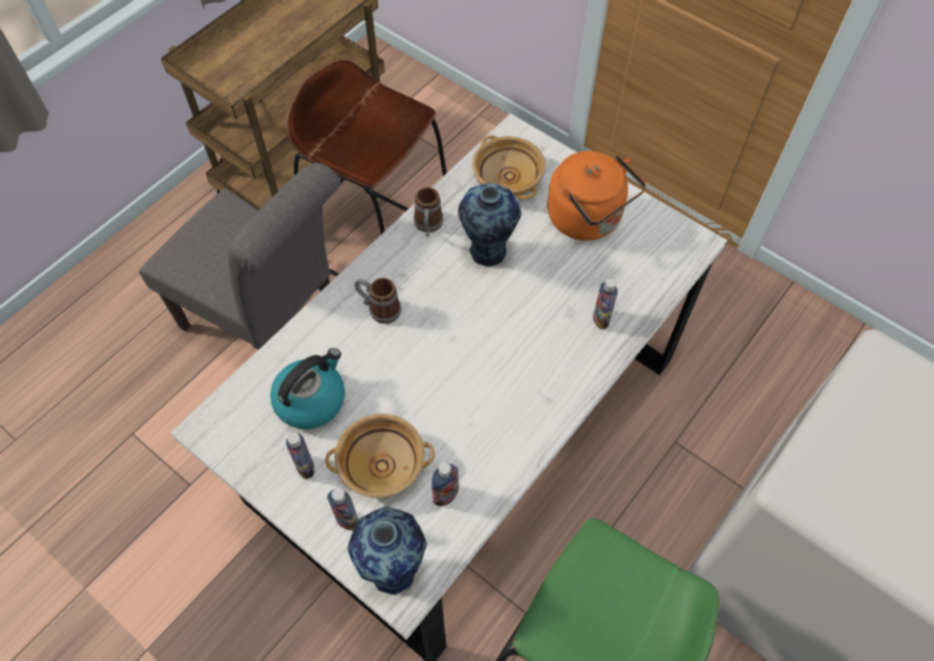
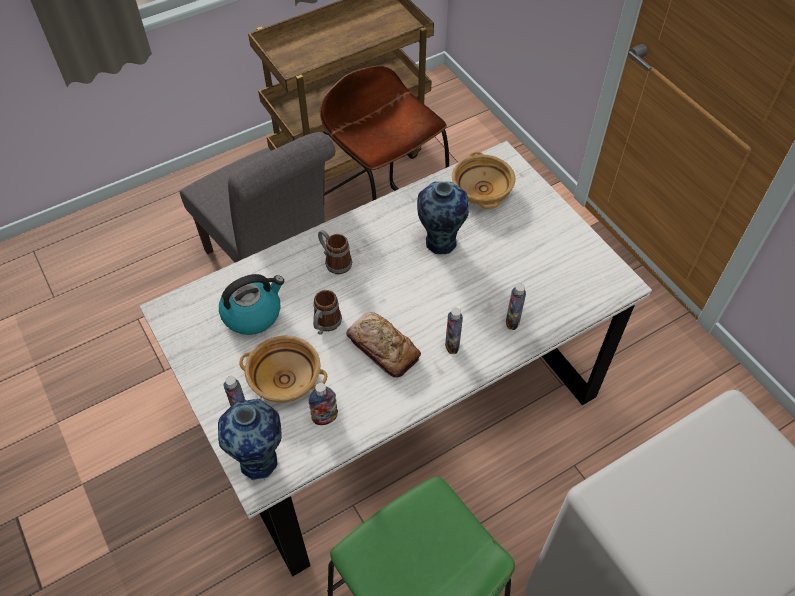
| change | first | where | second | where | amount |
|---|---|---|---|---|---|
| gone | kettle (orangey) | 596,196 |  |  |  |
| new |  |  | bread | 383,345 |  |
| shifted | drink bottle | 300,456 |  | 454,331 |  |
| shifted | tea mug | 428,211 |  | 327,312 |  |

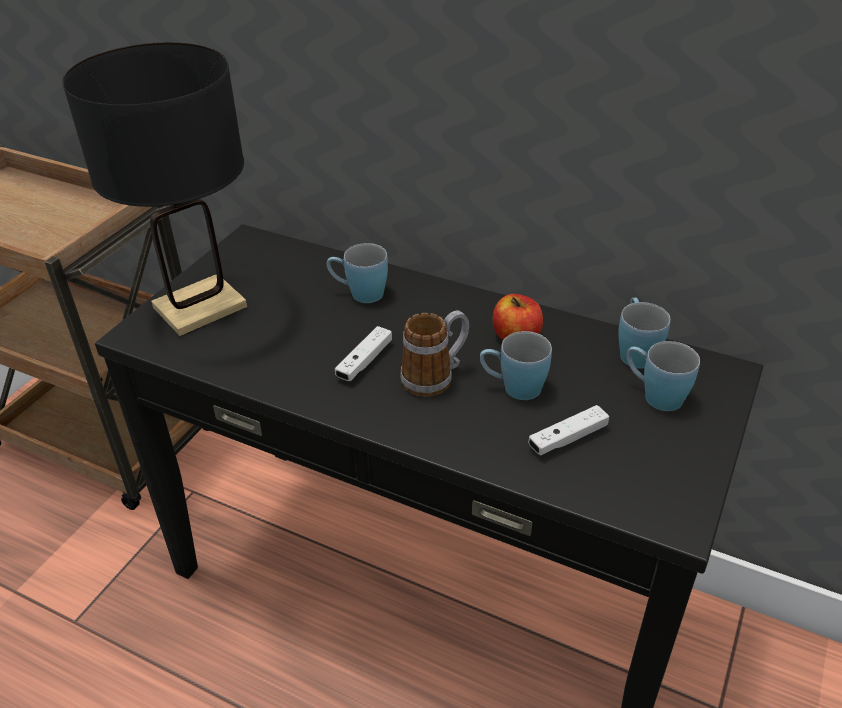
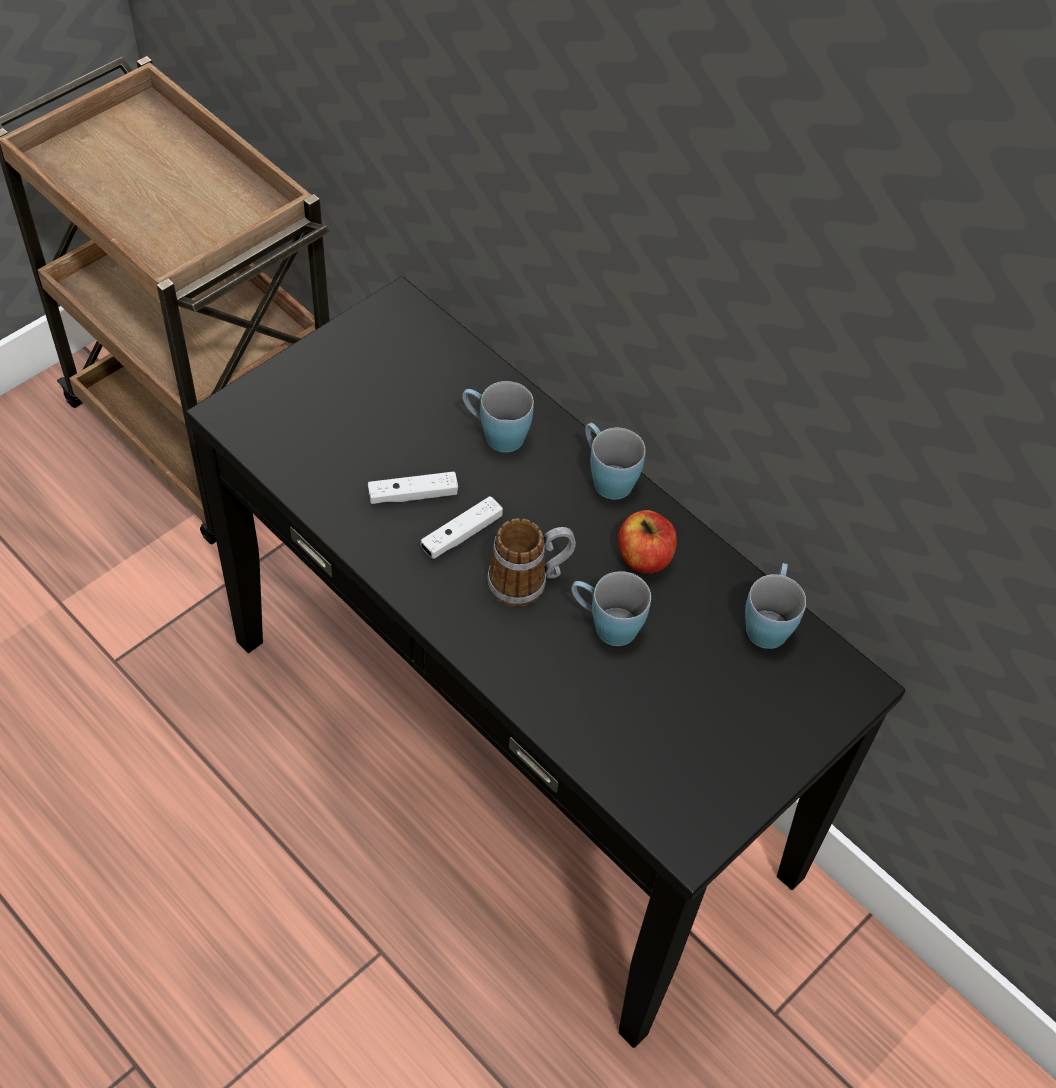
| change | first | where | second | where | amount |
|---|---|---|---|---|---|
| gone | tabletop lamp (black) | 154,189 |  |  |  |
| shifted | joypad (white-coloured) | 568,430 |  | 413,487 |  |
| shifted | tea mug (blue) | 663,376 |  | 615,461 |  |

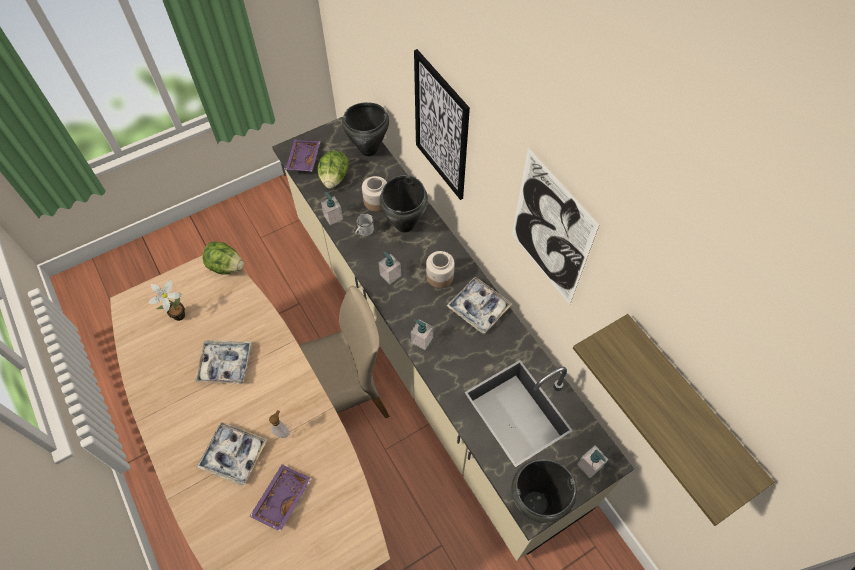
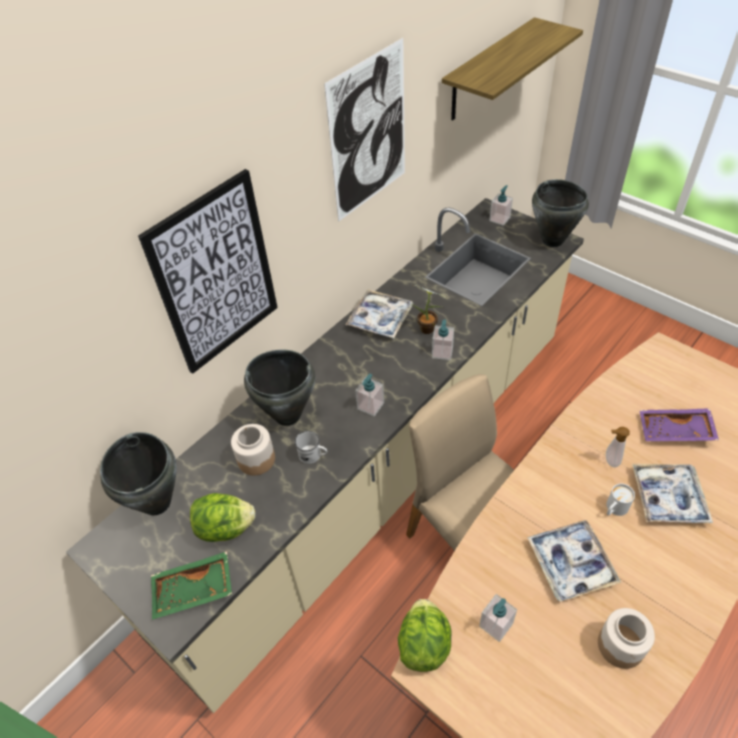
| change | first | where | second | where | amount |
|---|---|---|---|---|---|
| new |  |  | tea mug (white-coloured) | 620,500 |  |
| shifted | potted plant | 166,300 |  | 429,309 |  |
| shifted | liquid soap bottle | 332,208 |  | 498,618 |  |
| shifted | storage jar | 440,269 |  | 626,638 |  |
| repainted | tray (purple) | 303,155 | tray (greenish) | 191,585 |  |

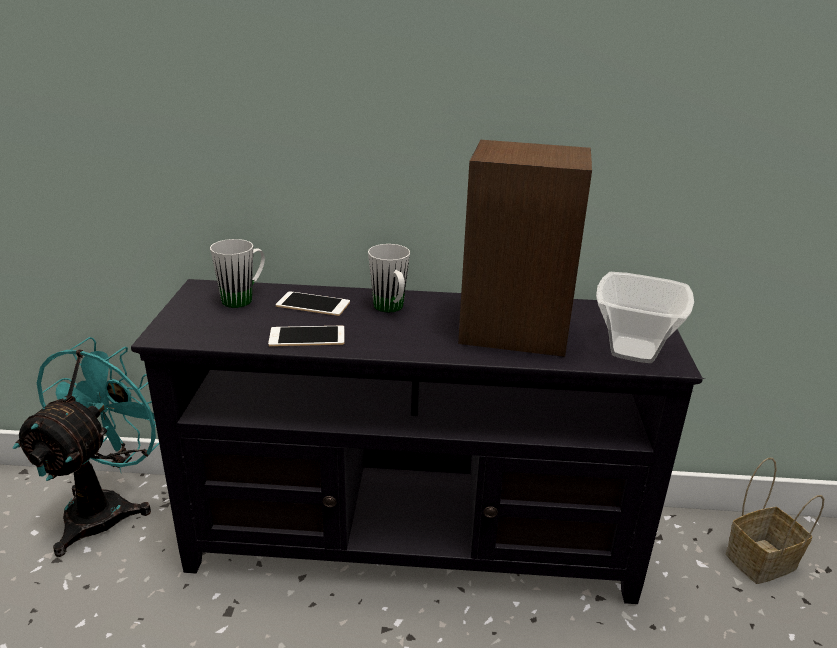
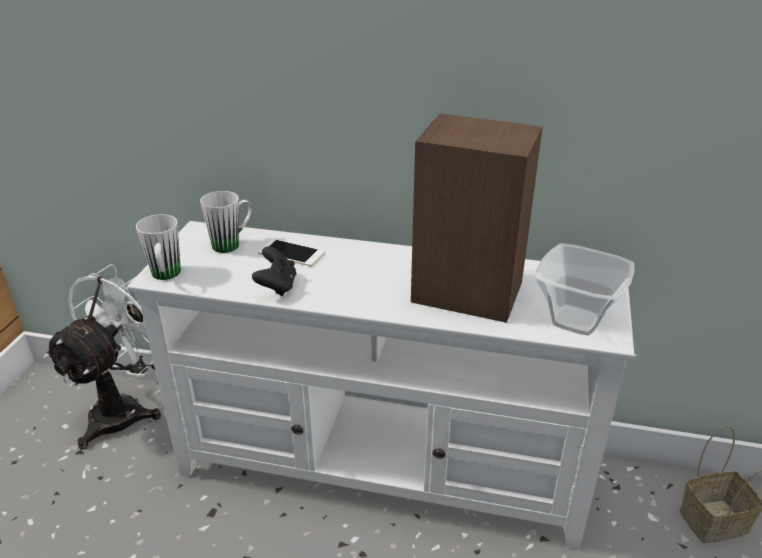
| change | first | where | second | where | amount |
|---|---|---|---|---|---|
| shifted | tea mug (white-coloured) | 389,278 |  | 158,247 |  |
| swapped | phone | 306,336 | joypad (black) | 274,271 |  |
| repainted | cooling fan (blue-green) | 86,447 | cooling fan (white-coloured) | 102,357 |  |
| repainted | tv stand (black) | 418,441 | tv stand (white-coloured) | 382,385 |  |

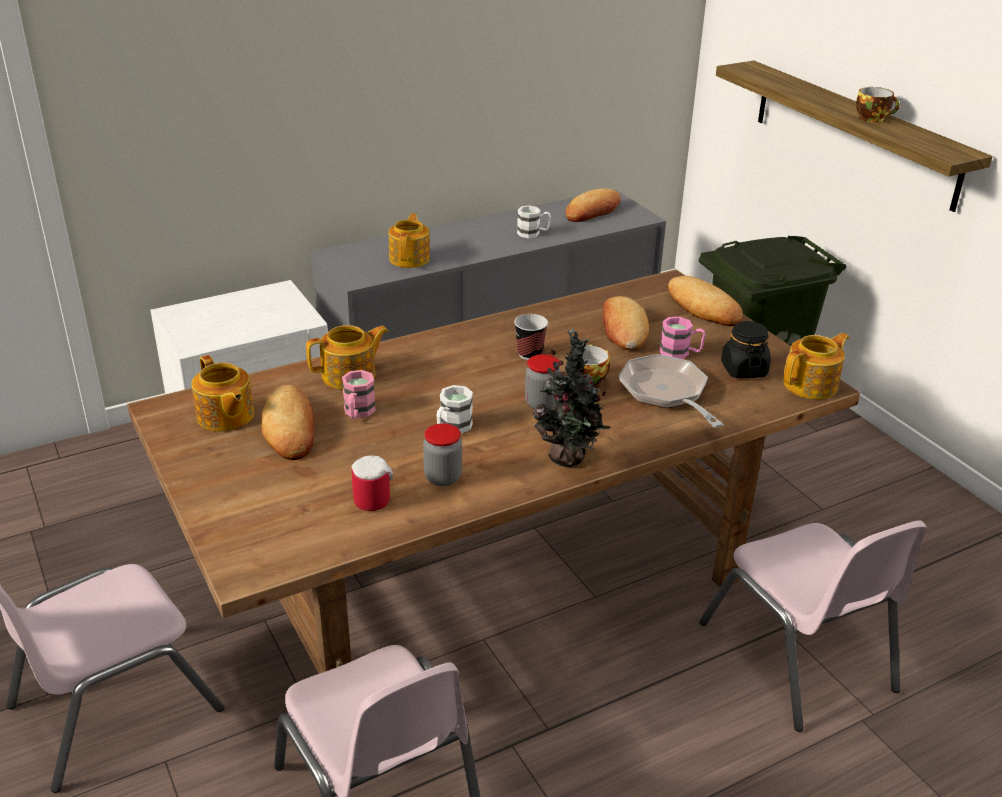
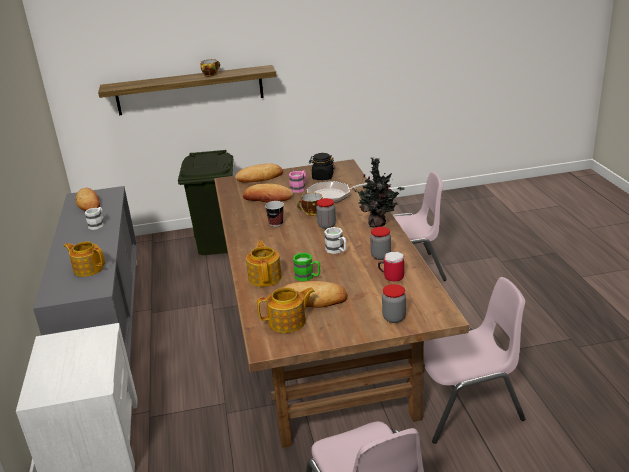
| change | first | where | second | where | amount |
|---|---|---|---|---|---|
| gone | teapot | 816,366 |  |  |  |
| new |  |  | storage jar | 394,303 |  |
| repainted | tea mug (pinkish) | 359,394 | tea mug (greenish) | 306,267 |  |

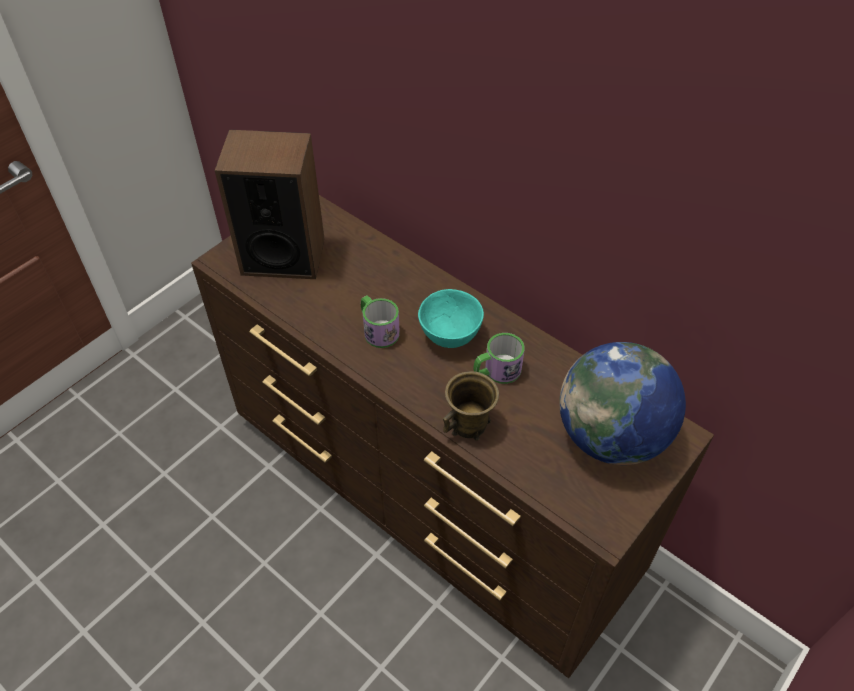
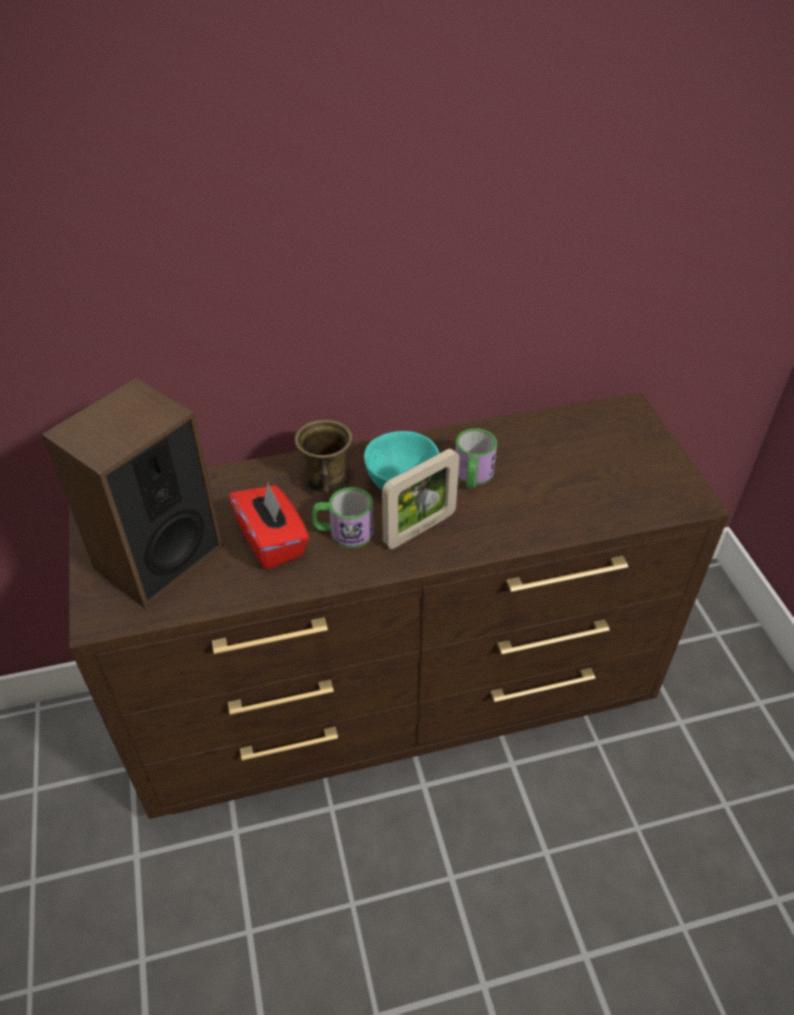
| change | first | where | second | where | amount |
|---|---|---|---|---|---|
| gone | desk globe | 622,403 |  |  |  |
| new |  |  | tissue holder (red) | 268,526 |  |
| new |  |  | picture frame | 420,498 |  |
| shifted | tea mug (brownish) | 471,406 |  | 323,457 |  |

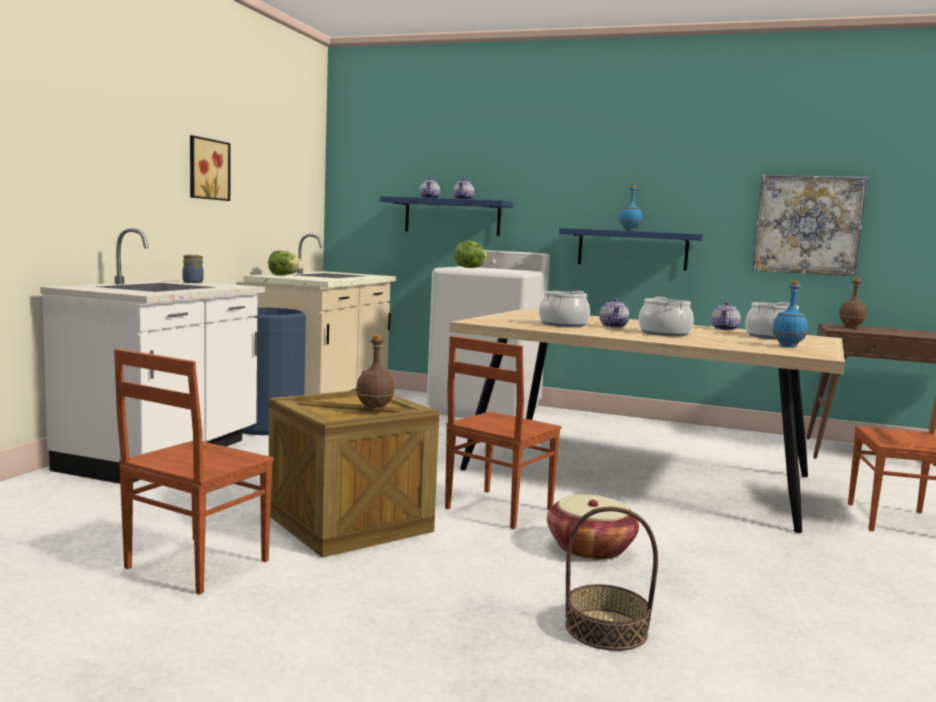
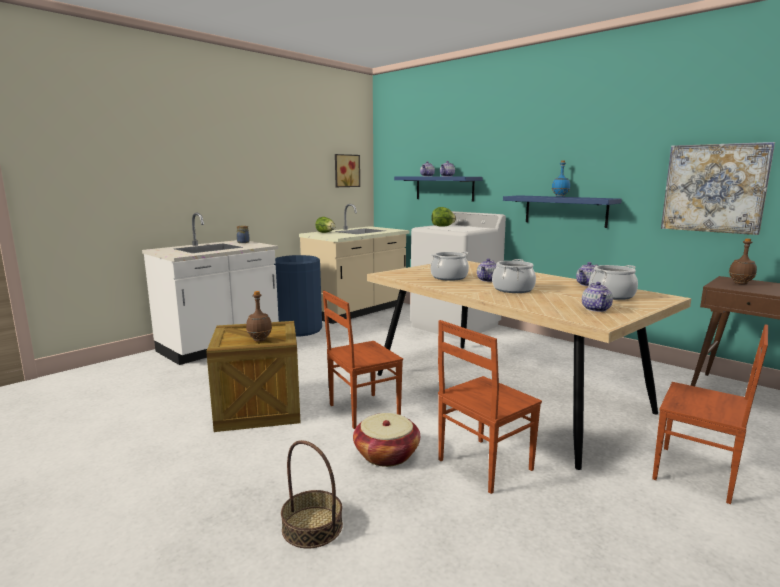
| change | first | where | second | where | amount |
|---|---|---|---|---|---|
| shifted | chair (brownish) | 194,472 |  | 490,407 |  |
| shifted | picture | 210,168 |  | 347,170 |  |
| swapped | drink bottle (blue) | 790,314 | teapot | 597,297 |  |

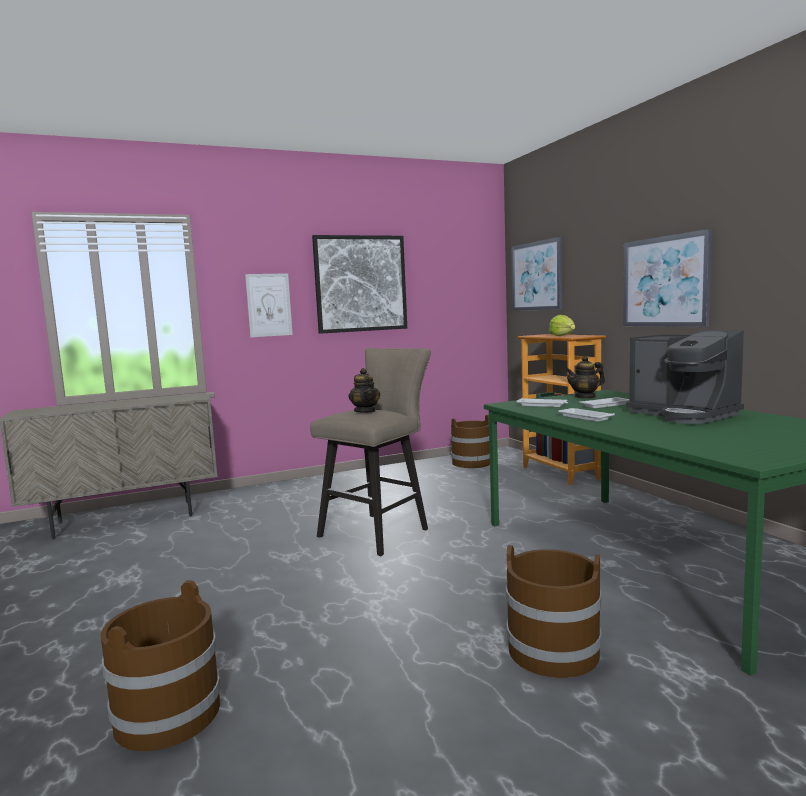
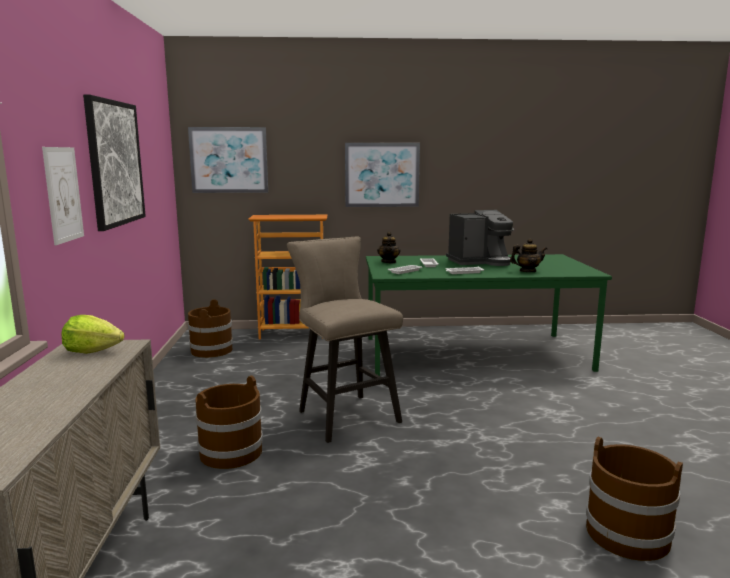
| change | first | where | second | where | amount |
|---|---|---|---|---|---|
| shifted | teapot | 364,390 |  | 528,255 |  |
| shifted | bucket (brownish) | 554,611 |  | 229,422 |  |
| shifted | lettuce | 562,325 |  | 93,334 |  |

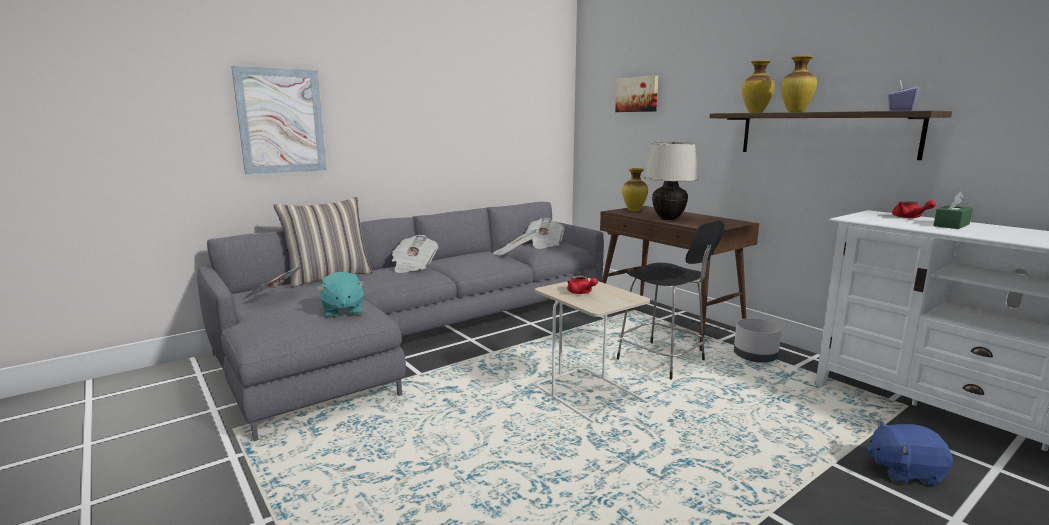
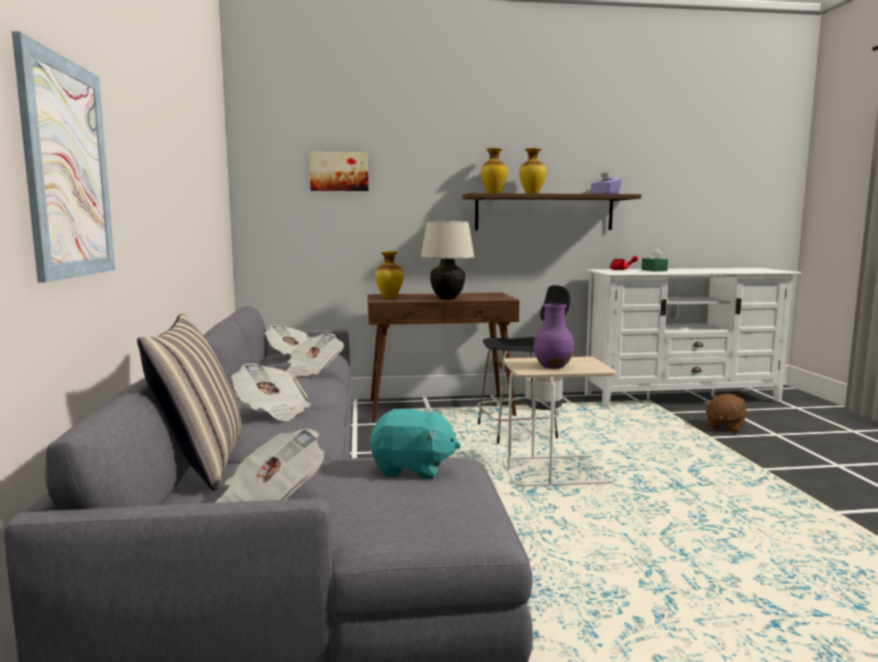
| change | first | where | second | where | amount |
|---|---|---|---|---|---|
| swapped | teapot (red) | 582,284 | flower vase (purple) | 554,336 |  |
| repainted | soft toy (blue) | 910,453 | soft toy (brownish) | 725,413 |  |

